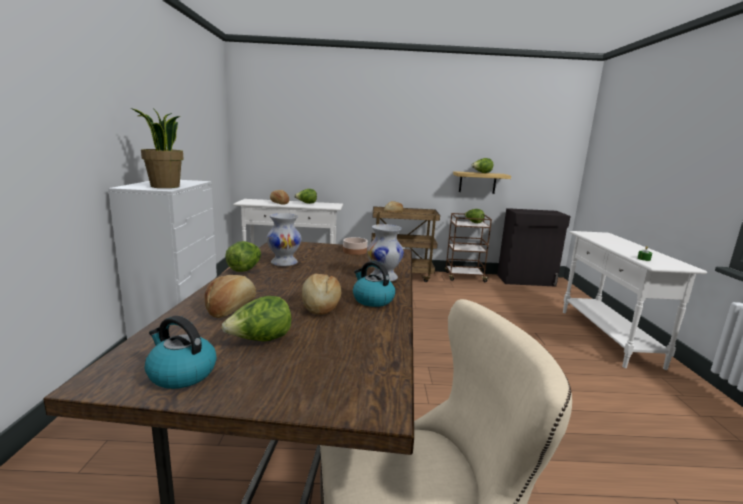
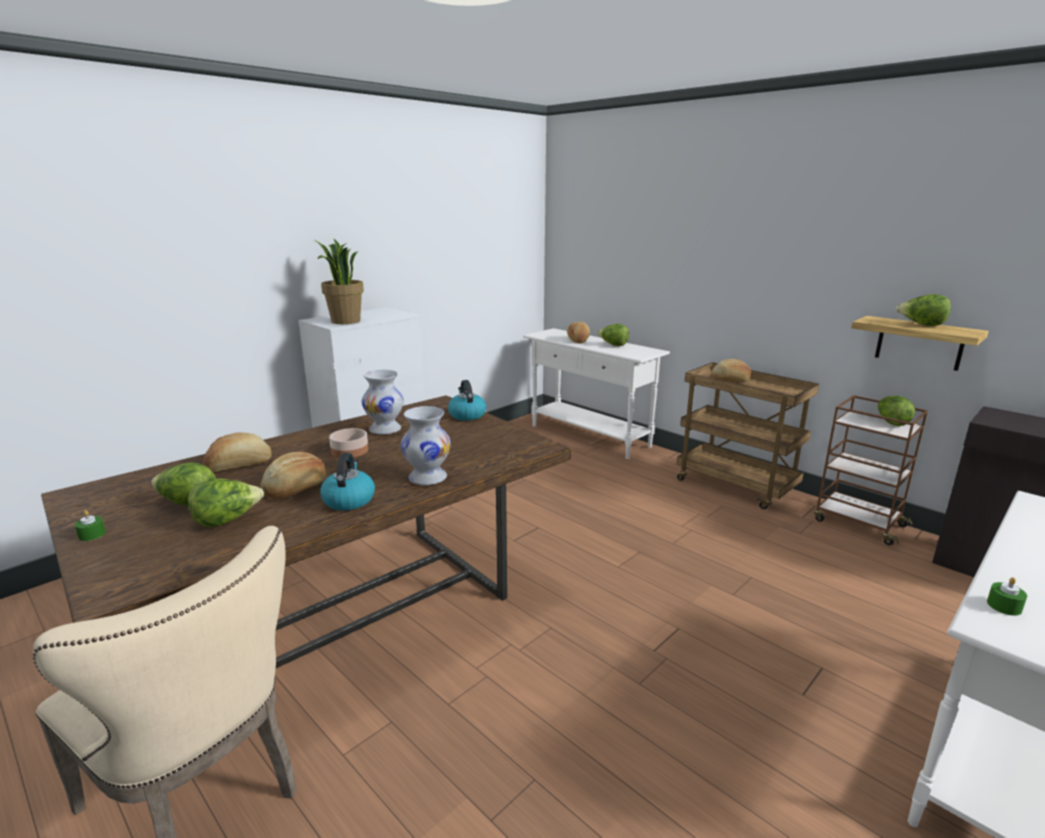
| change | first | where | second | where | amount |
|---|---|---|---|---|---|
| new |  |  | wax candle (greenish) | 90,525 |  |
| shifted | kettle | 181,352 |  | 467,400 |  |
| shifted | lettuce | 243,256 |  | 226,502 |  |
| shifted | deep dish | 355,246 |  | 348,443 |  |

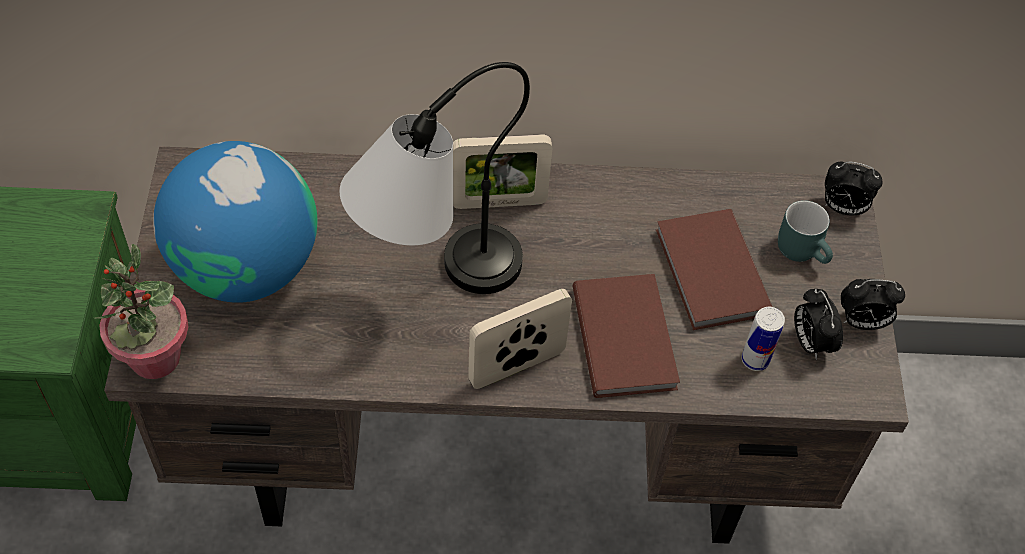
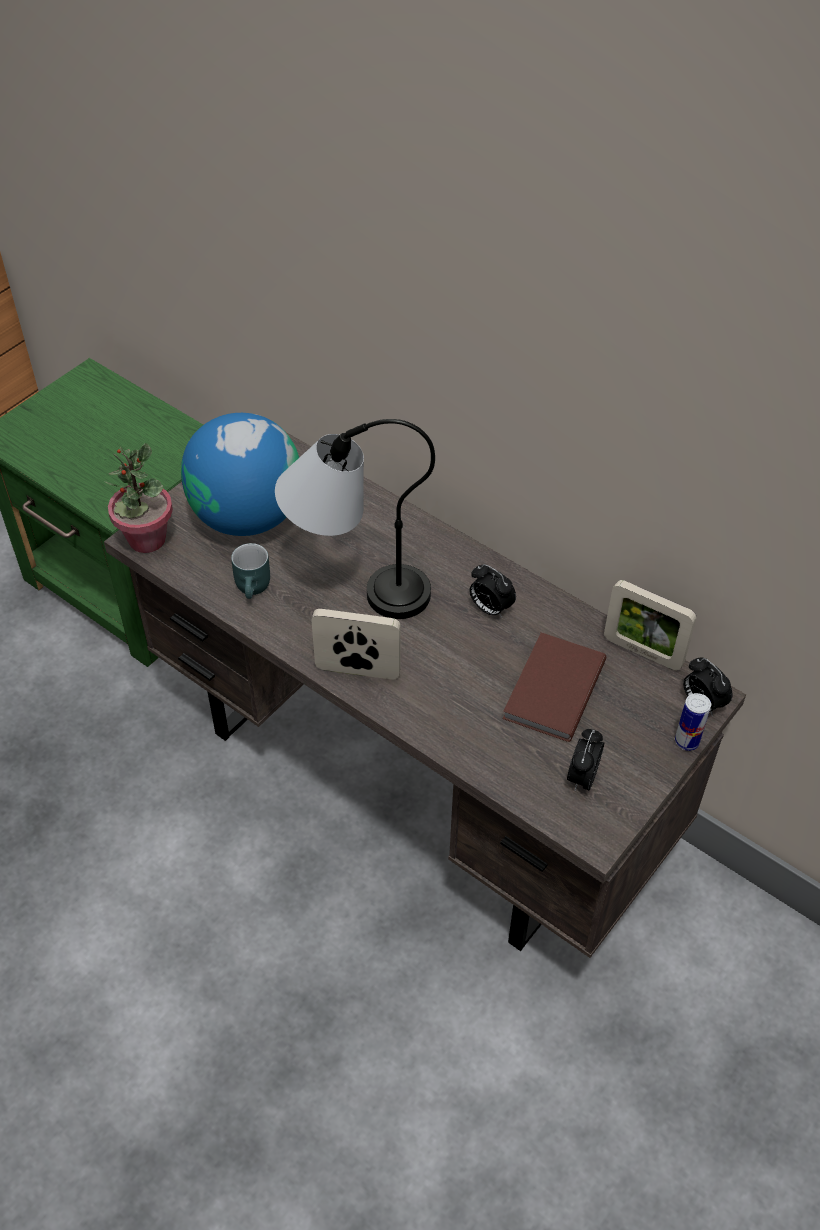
| change | first | where | second | where | amount |
|---|---|---|---|---|---|
| gone | bound book (brownish) | 626,336 |  |  |  |
| shifted | picture frame | 502,171 |  | 650,625 |  |
| shifted | can | 763,339 |  | 693,722 |  |
| shifted | tea mug (blue-green) | 805,232 |  | 250,571 |  |
| shifted | bedside clock | 873,304 |  | 492,591 |  |

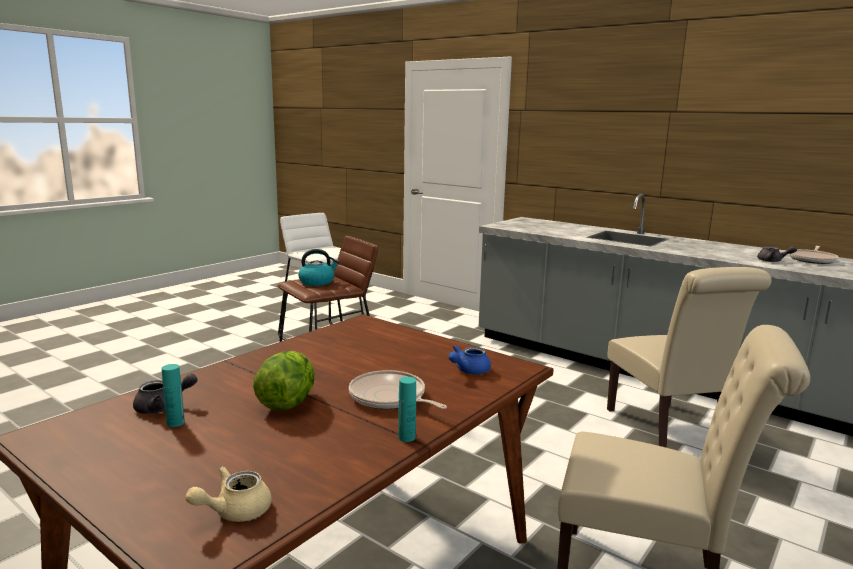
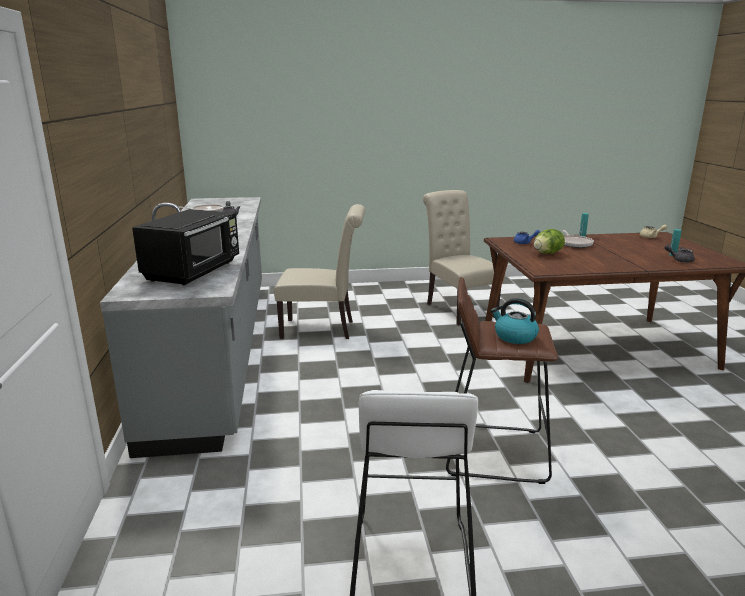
| change | first | where | second | where | amount |
|---|---|---|---|---|---|
| new |  |  | kitchen microwave (black) | 185,247 |  |
| shifted | lettuce | 284,381 |  | 549,241 |  |
| rotated | chair (beige-coloured) | 689,357 |  | 319,271 | 60 degrees clockwise |

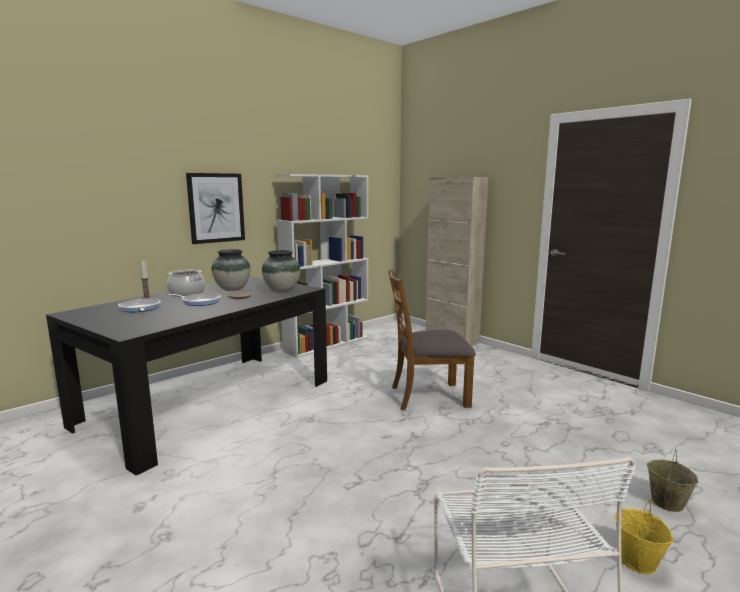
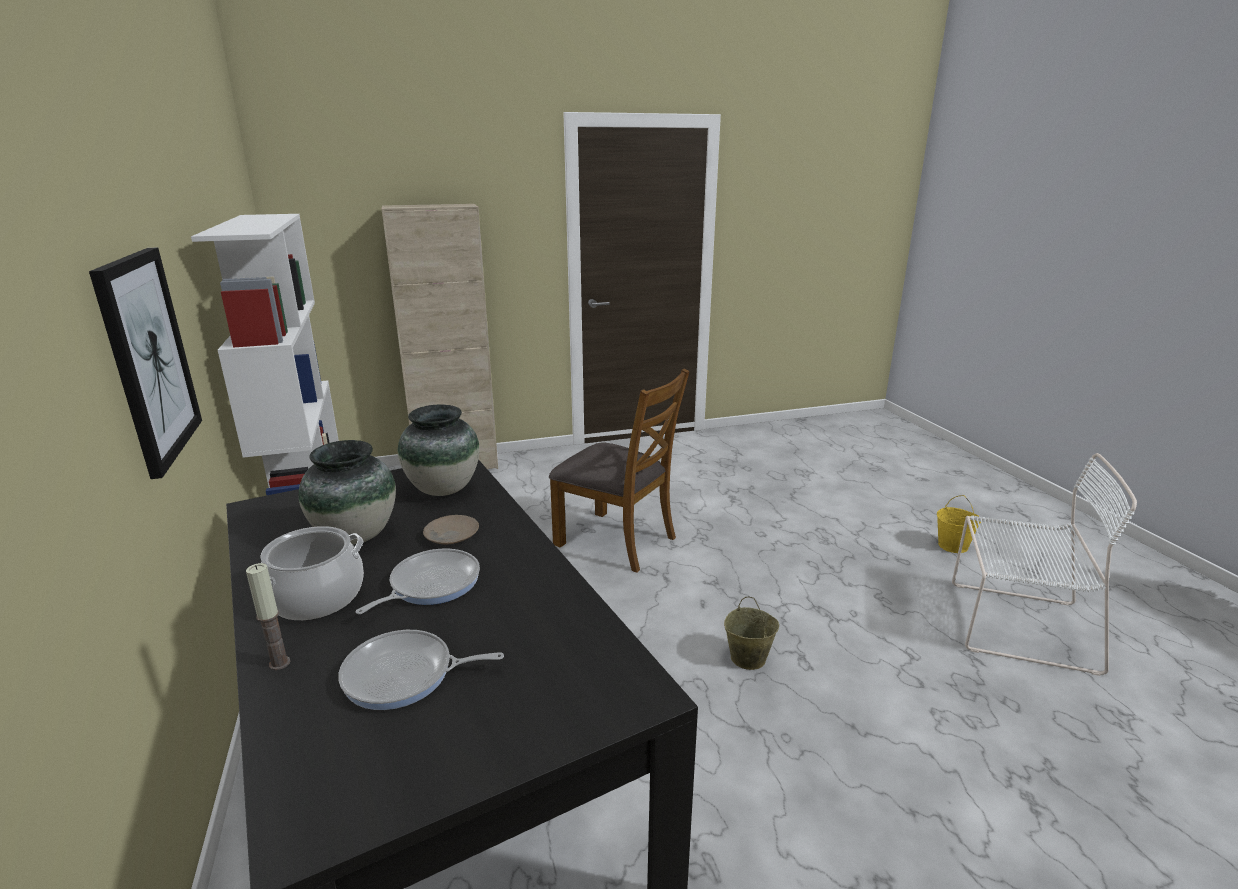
| change | first | where | second | where | amount |
|---|---|---|---|---|---|
| shifted | bucket (beige-coloured) | 673,480 |  | 751,633 |  |
| rotated | chair (brownish) | 432,339 |  | 619,470 | 75 degrees counterclockwise |

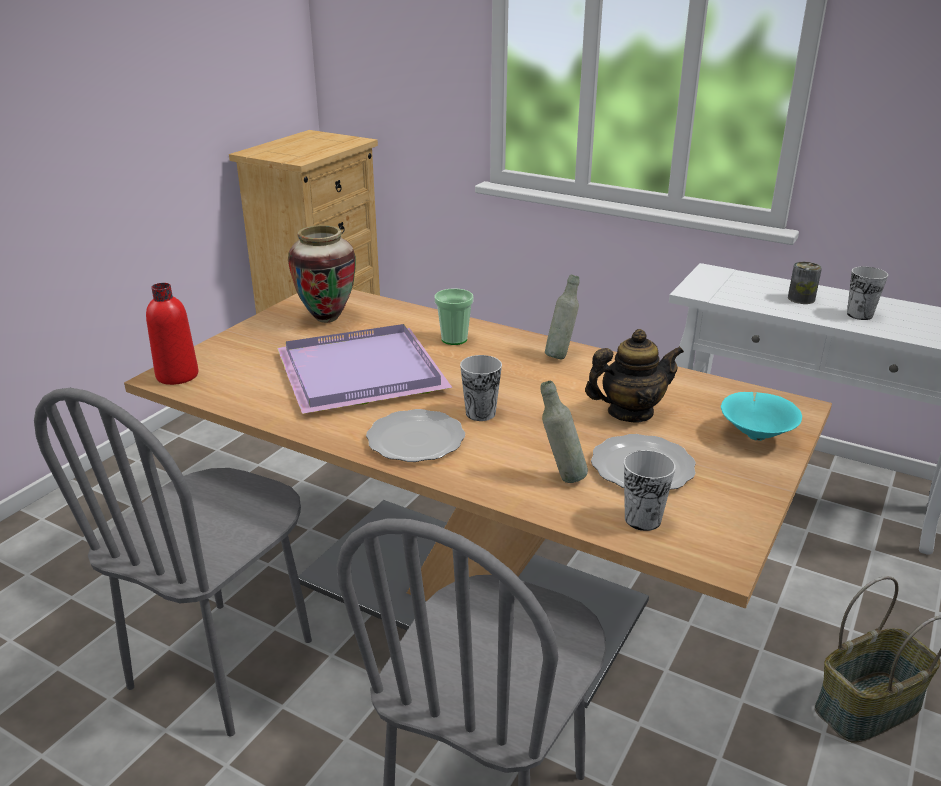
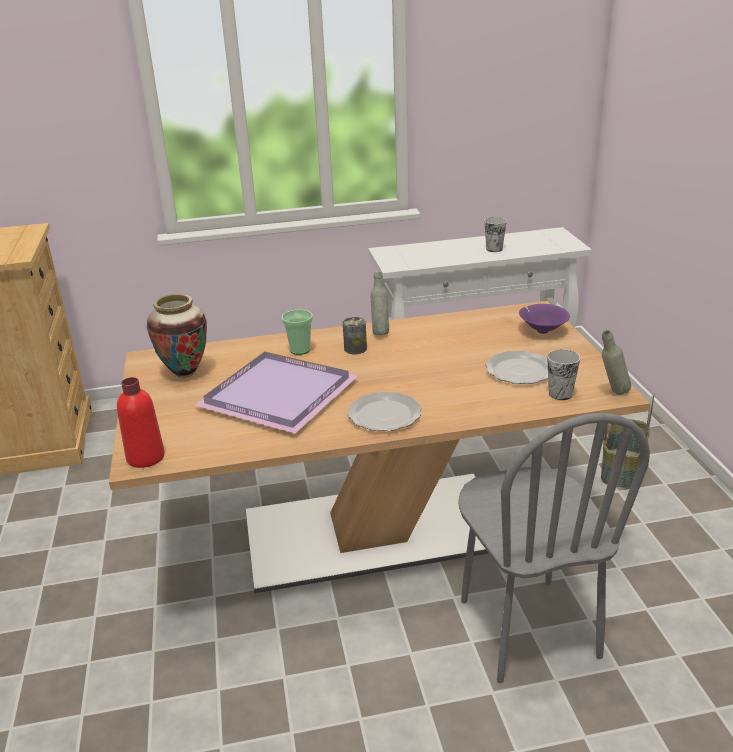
| change | first | where | second | where | amount |
|---|---|---|---|---|---|
| gone | chair (greyish) | 173,562 |  |  |  |
| gone | cup | 481,388 |  |  |  |
| gone | teapot | 634,376 |  |  |  |
| shifted | drink bottle (greyish) | 564,432 |  | 616,362 |  |
| shifted | can | 805,283 |  | 355,335 |  |
| repainted | deep dish (blue-green) | 761,416 | deep dish (purple) | 544,319 |  |

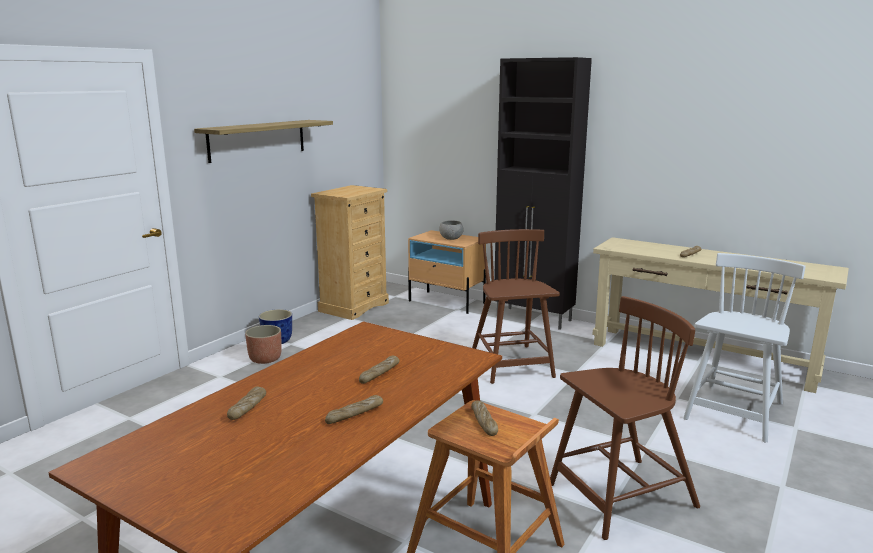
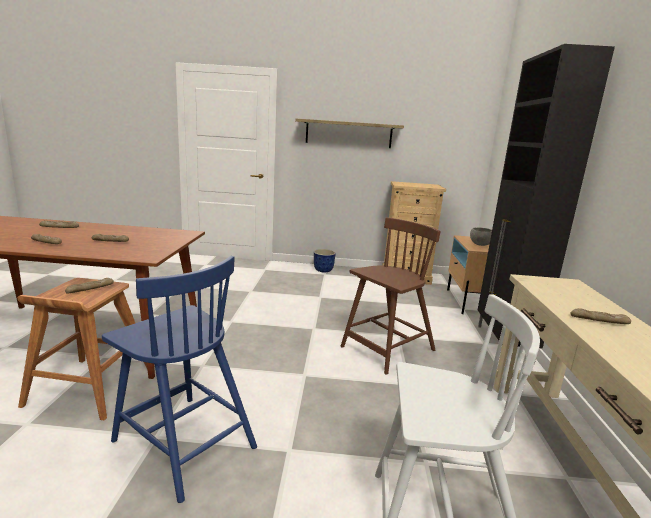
| change | first | where | second | where | amount |
|---|---|---|---|---|---|
| gone | planter | 263,344 |  |  |  |
| repainted | chair (brownish) | 625,418 | chair (blue) | 179,379 |  |

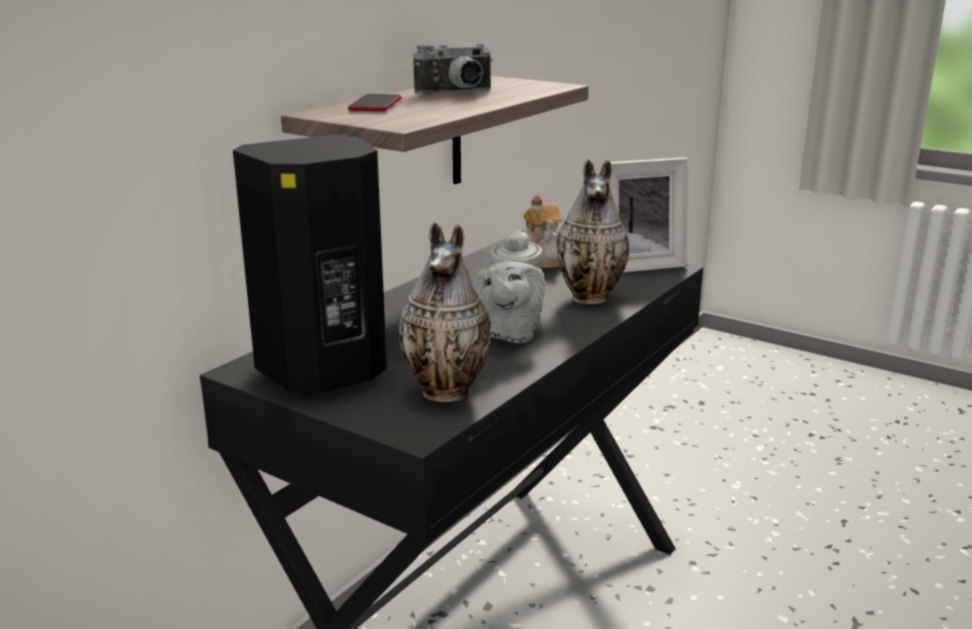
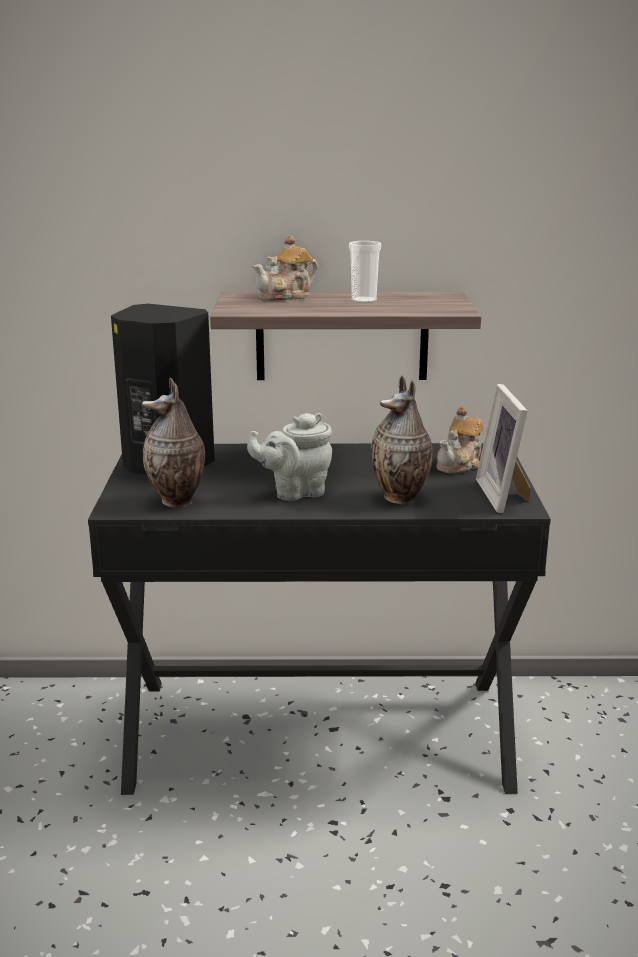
| change | first | where | second | where | amount |
|---|---|---|---|---|---|
| swapped | phone | 375,102 | teapot | 285,268 |  |
| swapped | still camera | 453,69 | cup | 365,272 |  |
| rotated | picture frame | 644,215 |  | 503,448 | 45 degrees clockwise |

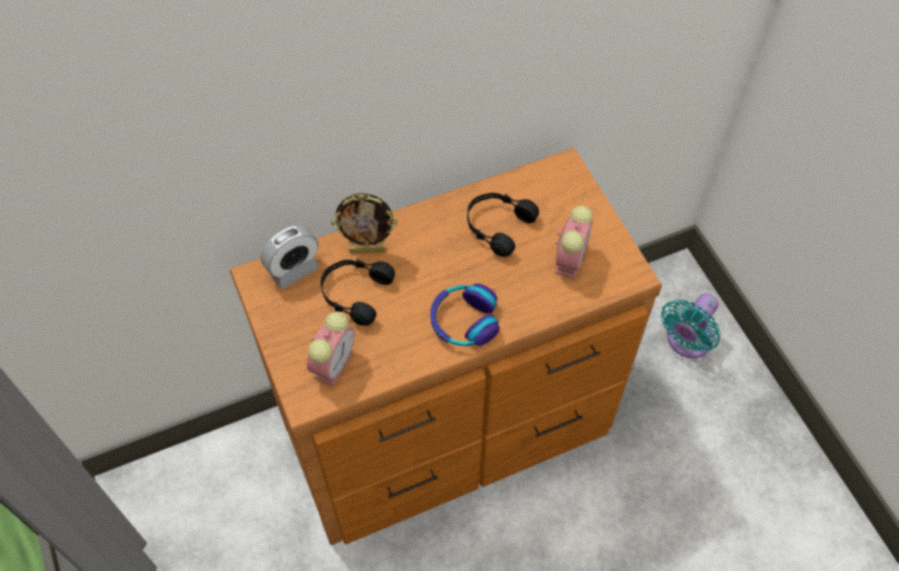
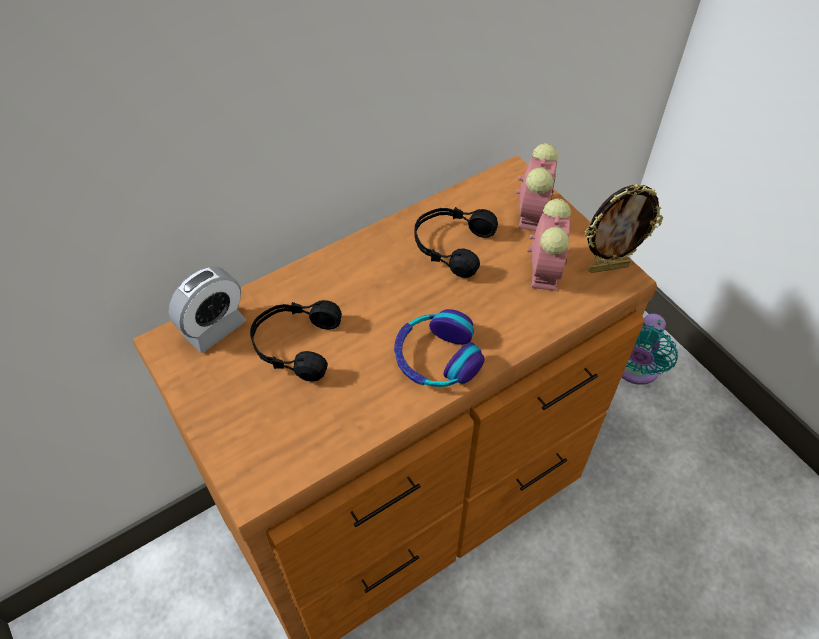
| change | first | where | second | where | amount |
|---|---|---|---|---|---|
| shifted | bedside clock | 330,349 |  | 537,187 |  |
| shifted | picture frame | 364,223 |  | 624,228 |  |

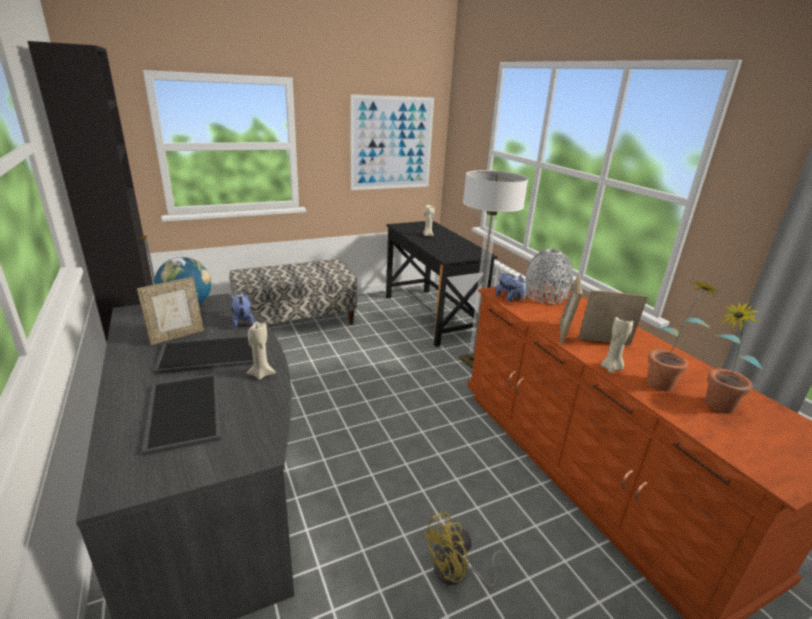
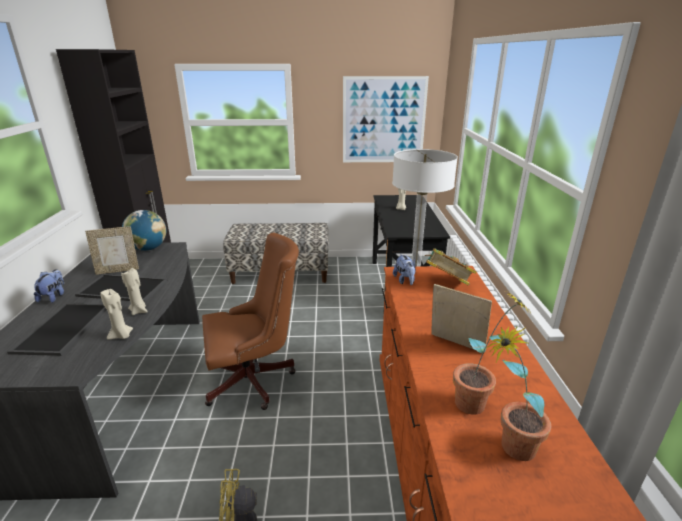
| change | first | where | second | where | amount |
|---|---|---|---|---|---|
| gone | picture frame | 571,310 |  |  |  |
| new |  |  | office chair (brownish) | 250,321 |  |
| shifted | soft toy | 242,310 |  | 49,286 |  |
| shifted | wax candle (beige-coloured) | 616,345 |  | 116,314 |  |
| swapped | flower vase (greyish) | 549,276 | bound book | 451,267 |  |

